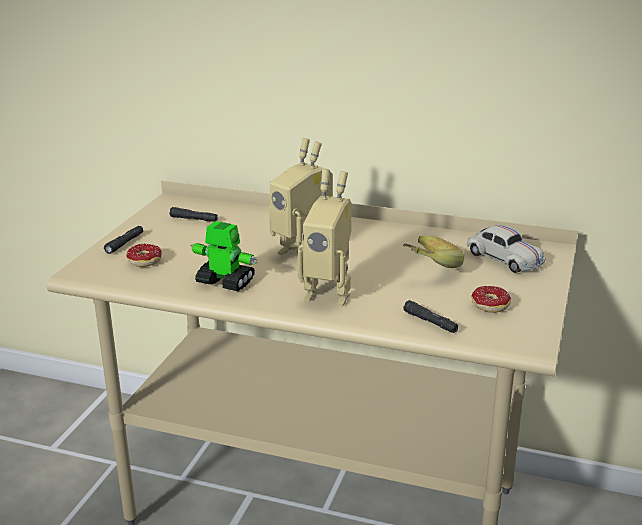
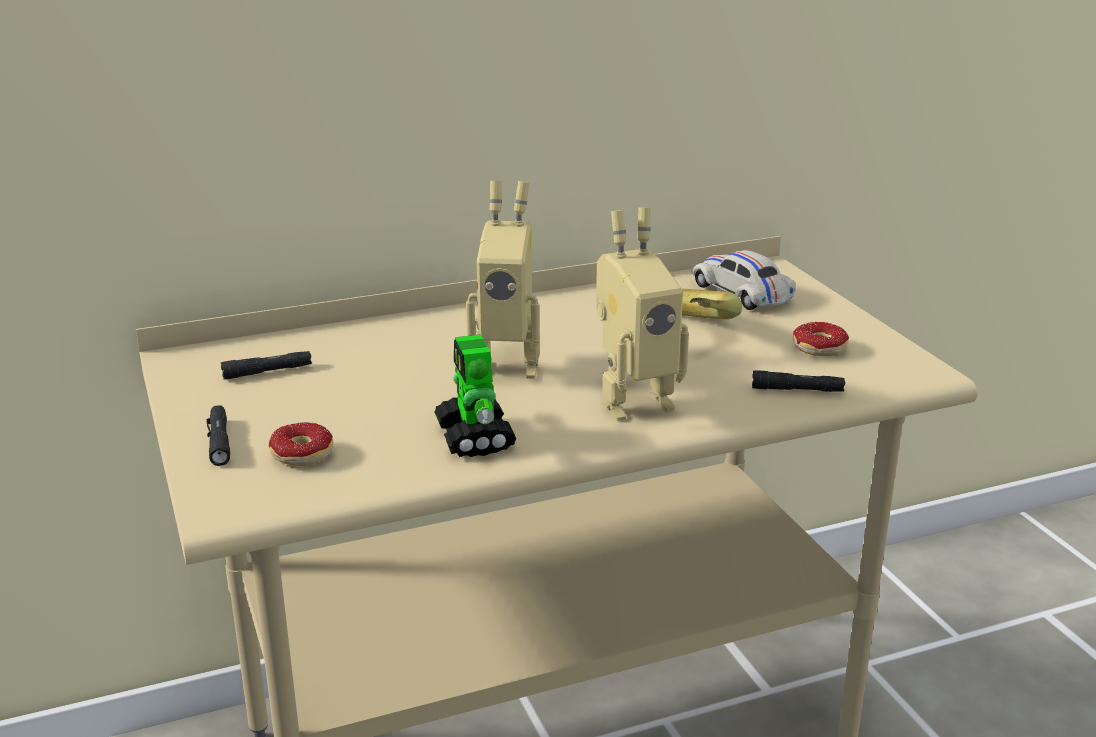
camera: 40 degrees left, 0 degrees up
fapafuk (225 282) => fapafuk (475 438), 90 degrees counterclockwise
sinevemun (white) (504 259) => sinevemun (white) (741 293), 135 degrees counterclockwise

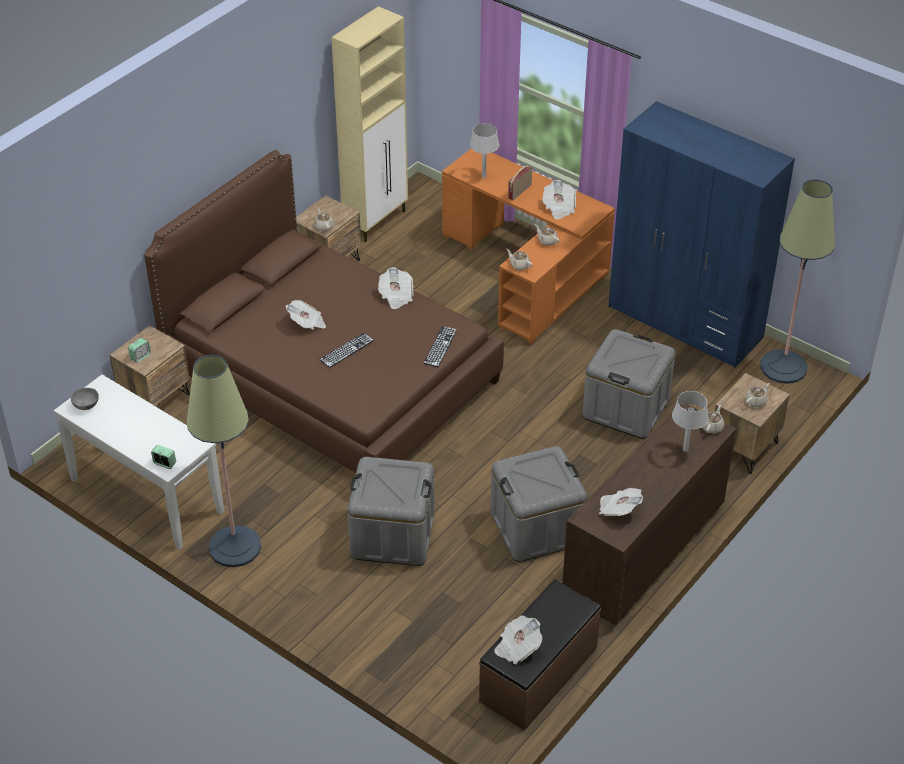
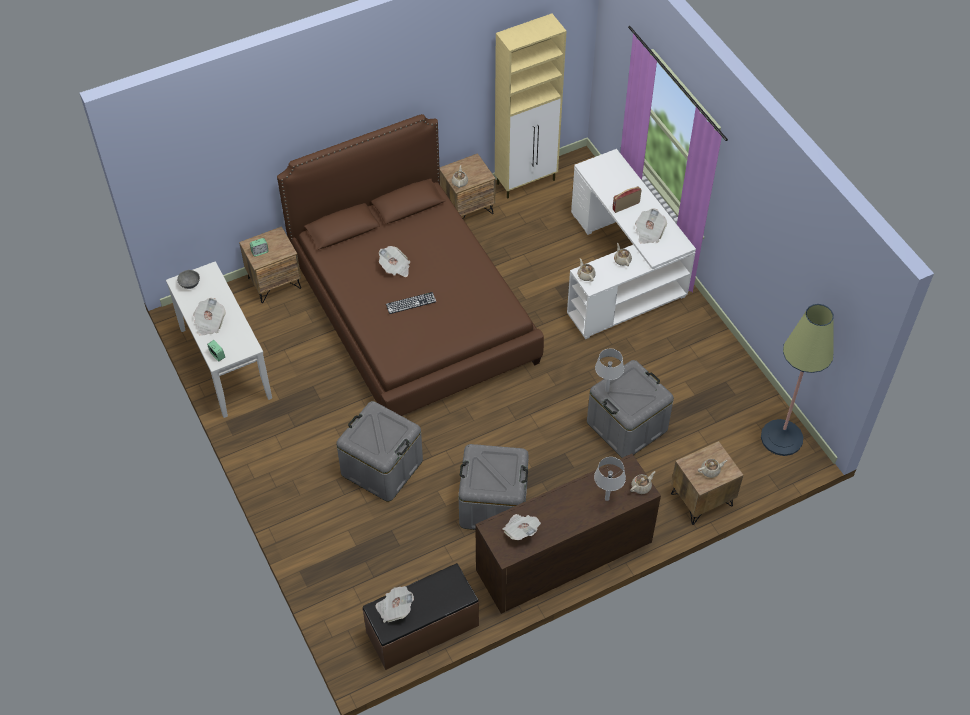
camera: 25 degrees right, 10 degrees up
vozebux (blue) (685 322) => nothing
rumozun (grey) (484 176) => rumozun (grey) (607 390), relocated
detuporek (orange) (528 271) => detuporek (white) (622 271)
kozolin (396 296) => kozolin (209 323), relocated
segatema (440 346) => nothing
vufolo (235 547) => nothing

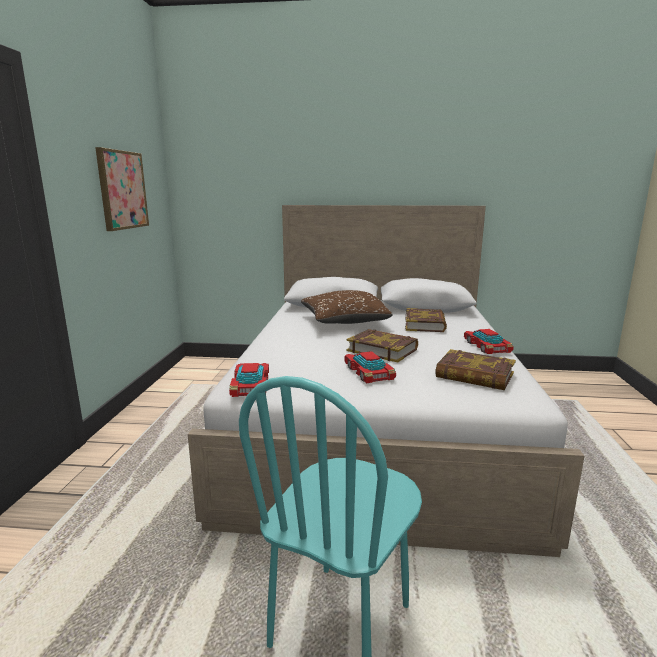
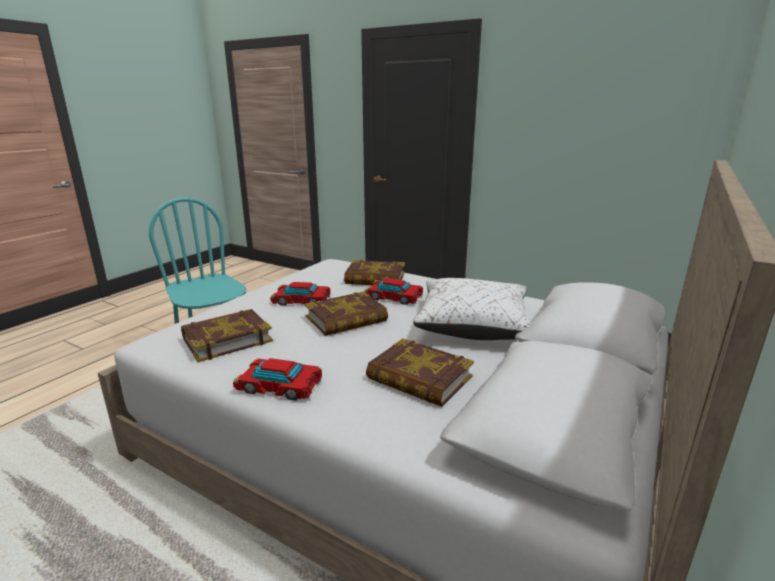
camera: 115 degrees right, 5 degrees up
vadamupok (122 190) => nothing
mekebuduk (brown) (344 322) => mekebuduk (white) (473 325)
sinevemun (251 385) => sinevemun (393 297), relocated
nothing => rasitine (375 278)

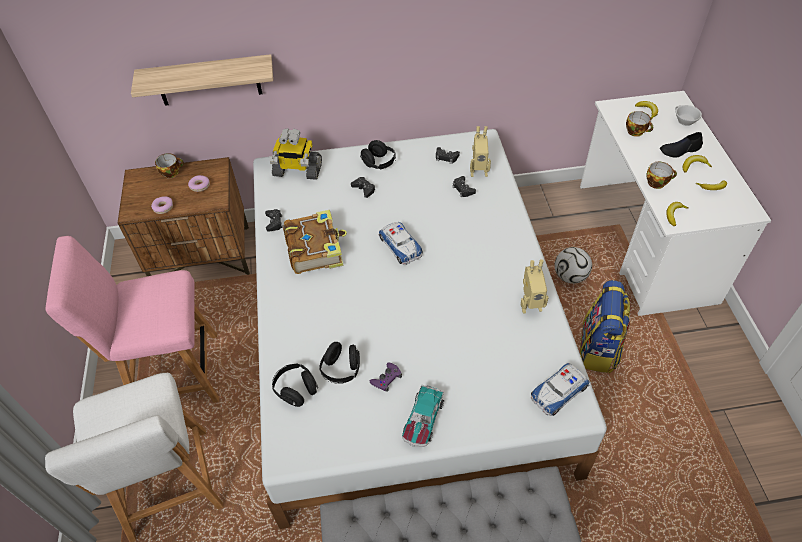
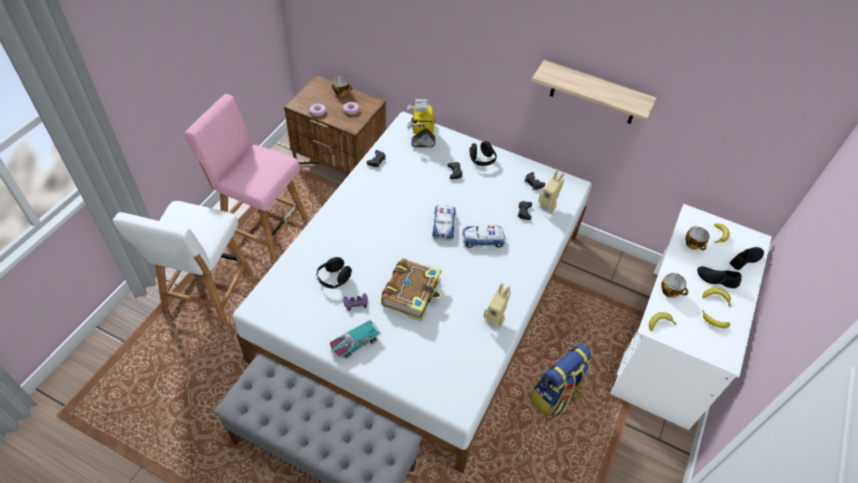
camera: 30 degrees right, 0 degrees up
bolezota (208 80) => bolezota (594 93), relocated
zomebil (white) (684 121) => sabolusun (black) (745 259)
fapafuk (297 170) => fapafuk (421 134), 45 degrees clockwise
rasitine (315 248) => rasitine (412 293), relocated
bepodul (570 276) => nothing
sinevemun (559 392) => sinevemun (483 239), relocated
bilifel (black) (296 390) => nothing

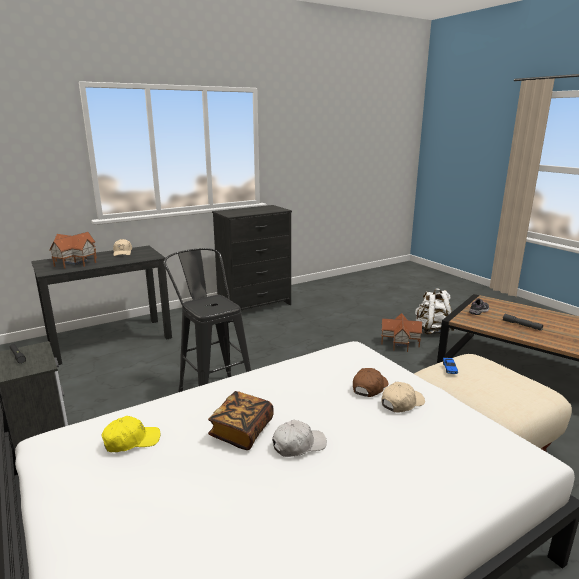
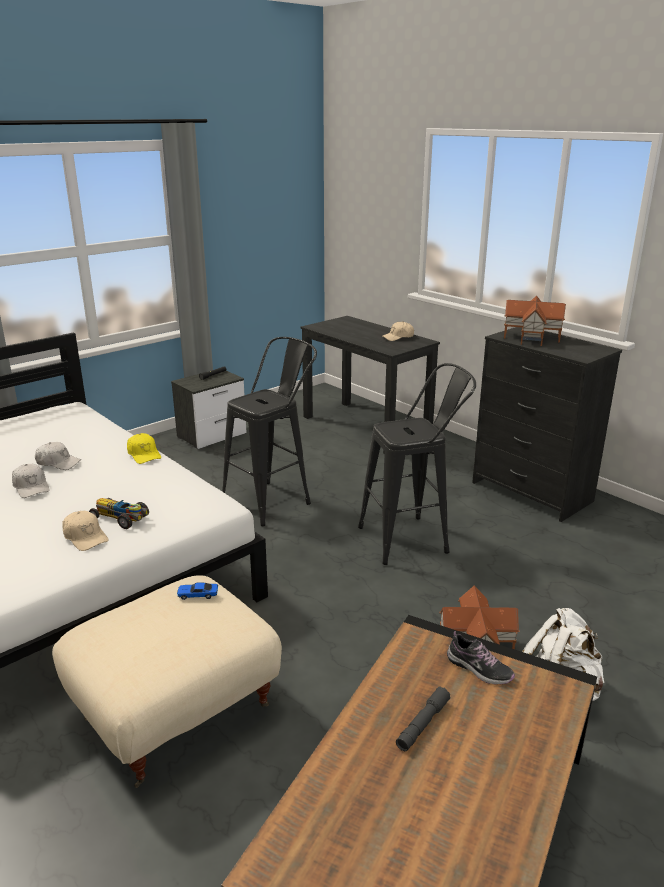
camera: 80 degrees right, 5 degrees up
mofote (76 262) => mofote (532 337), relocated
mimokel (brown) (369 387) => sinevemun (122 518)
rasitine (242 431) => mimokel (white) (58 463)
mimokel (yellow) (131 441) => mimokel (yellow) (144 454), relocated
nothing => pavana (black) (412 538)

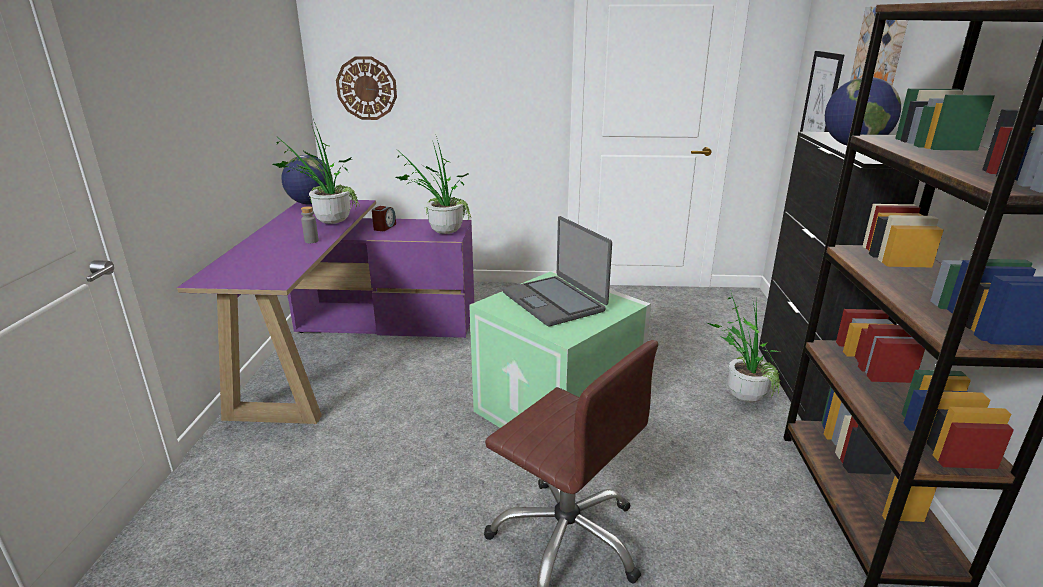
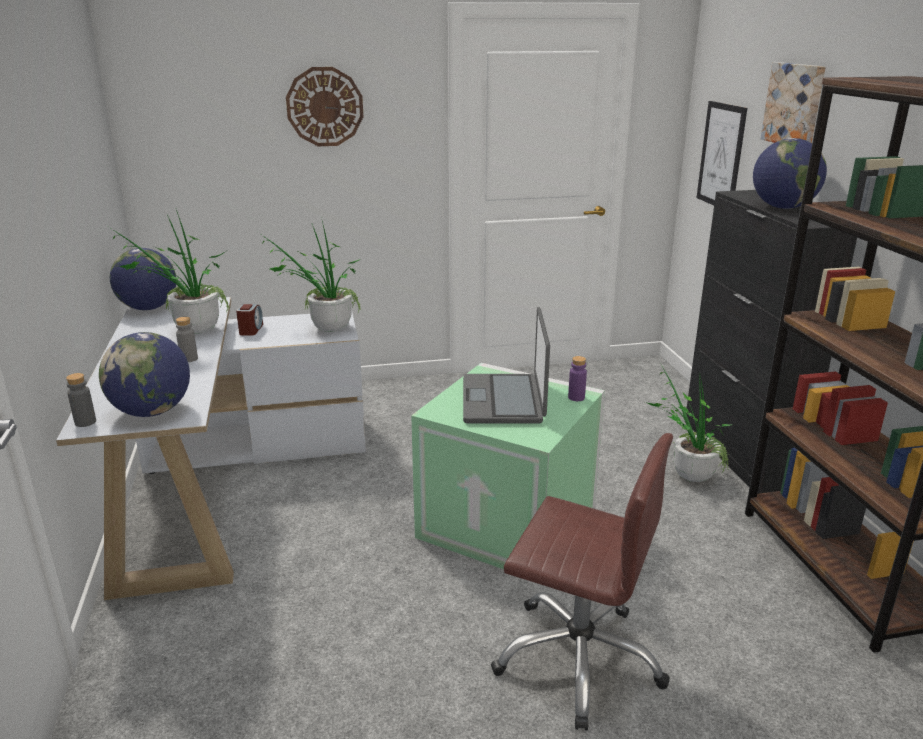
camera: 15 degrees left, 0 degrees up
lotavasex (366 88) => lotavasex (325 107), relocated
detuporek (purple) (349 346) => detuporek (white) (224 482)
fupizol (554 301) => fupizol (504 400), 45 degrees clockwise
nothing => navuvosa (152 412)
nothing => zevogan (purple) (576 397)
nothing => zevogan (grey) (85 422)

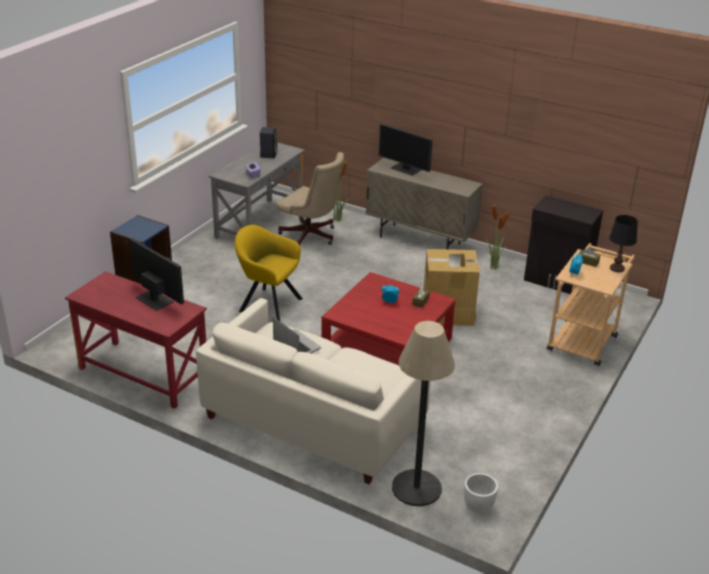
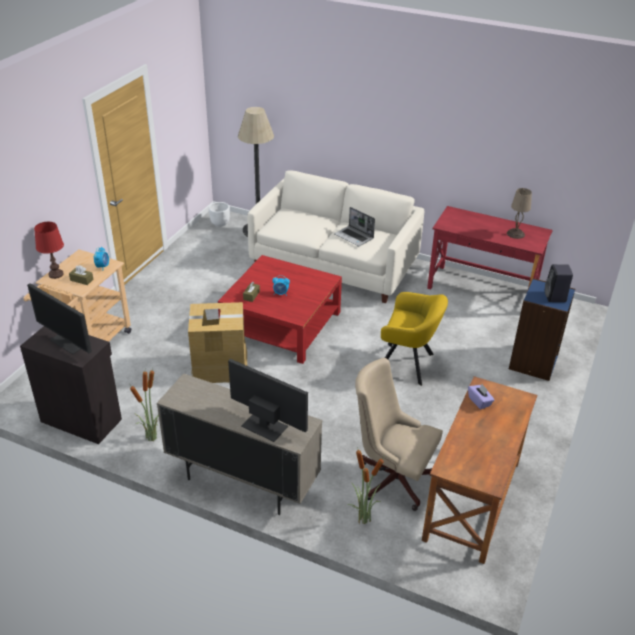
camera: 175 degrees right, 5 degrees up
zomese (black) (268 154) => zomese (black) (555 297), relocated
detuporek (grey) (259 223) => detuporek (brown) (472 500)
rumozun (black) (617 268) => rumozun (red) (56 274)
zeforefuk (154 299) => zeforefuk (70 342), relocated
nothing => rumozun (beige) (515 233)

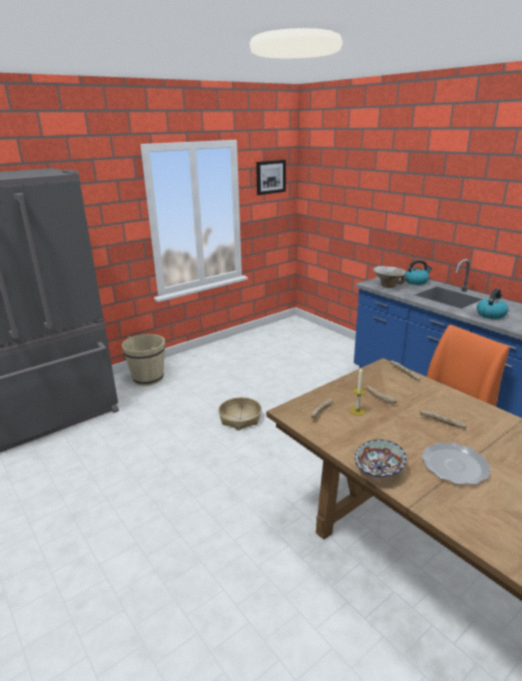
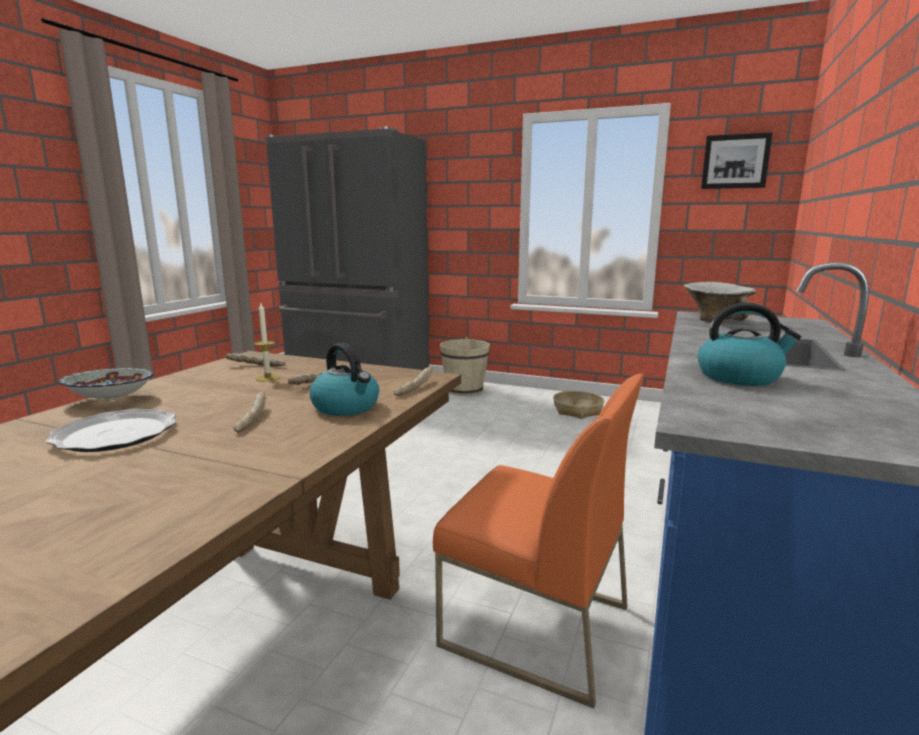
camera: 60 degrees right, 10 degrees down
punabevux (416 282) => punabevux (346 407), relocated
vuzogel (240 418) => vuzogel (577 411), relocated

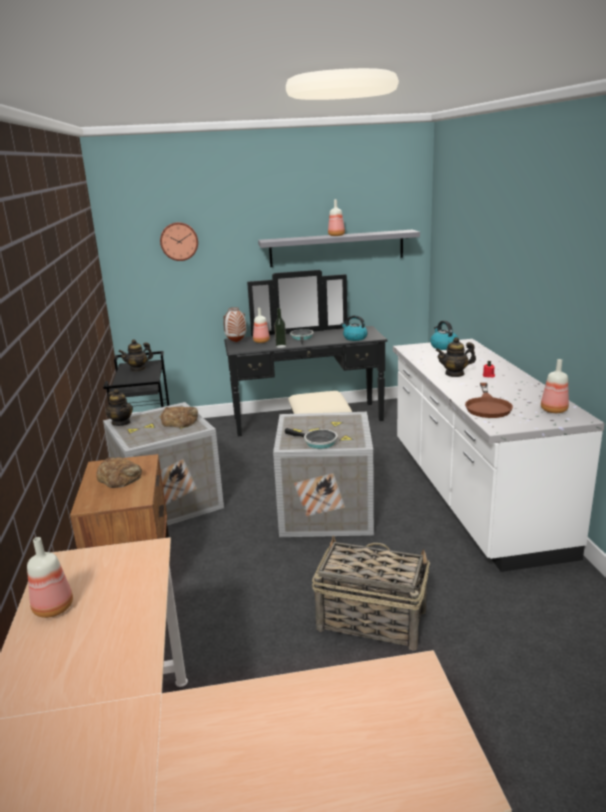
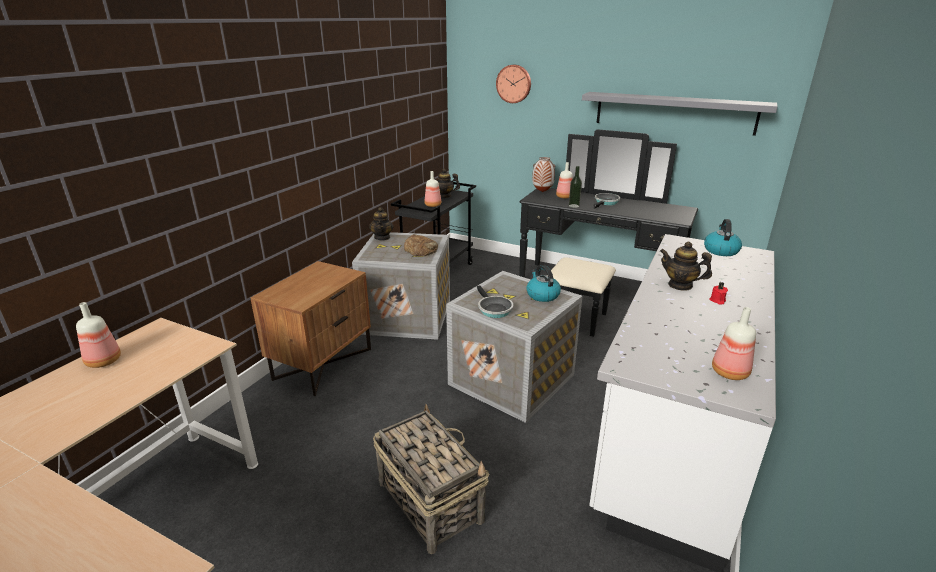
camera: 35 degrees right, 5 degrees up
zevogan (337 235) => zevogan (433 205), relocated
punabevux (354 338) => punabevux (542 295), relocated
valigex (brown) (487 406) => nothing
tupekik (120 477) => nothing

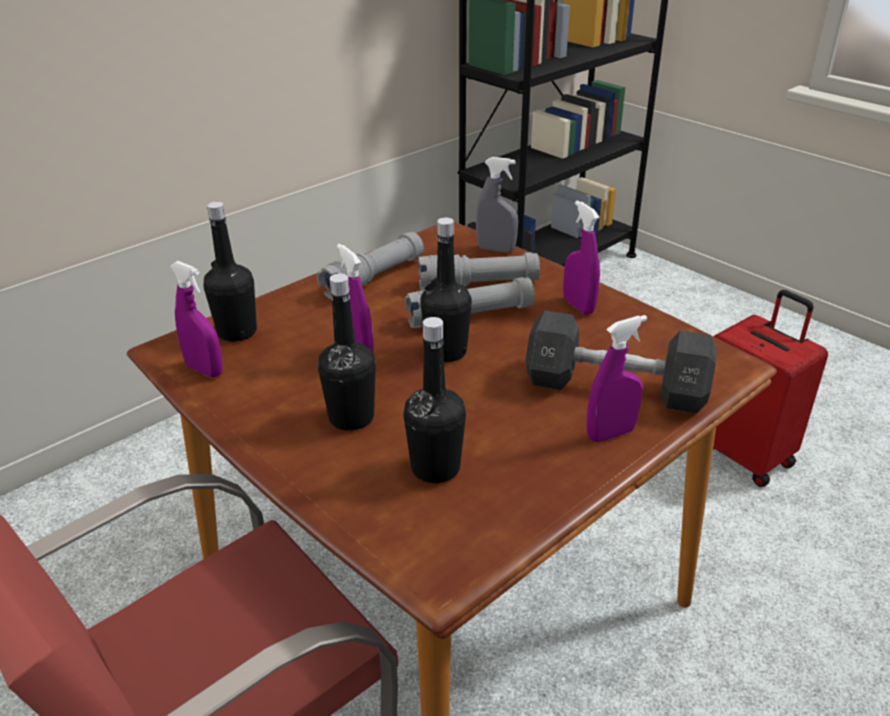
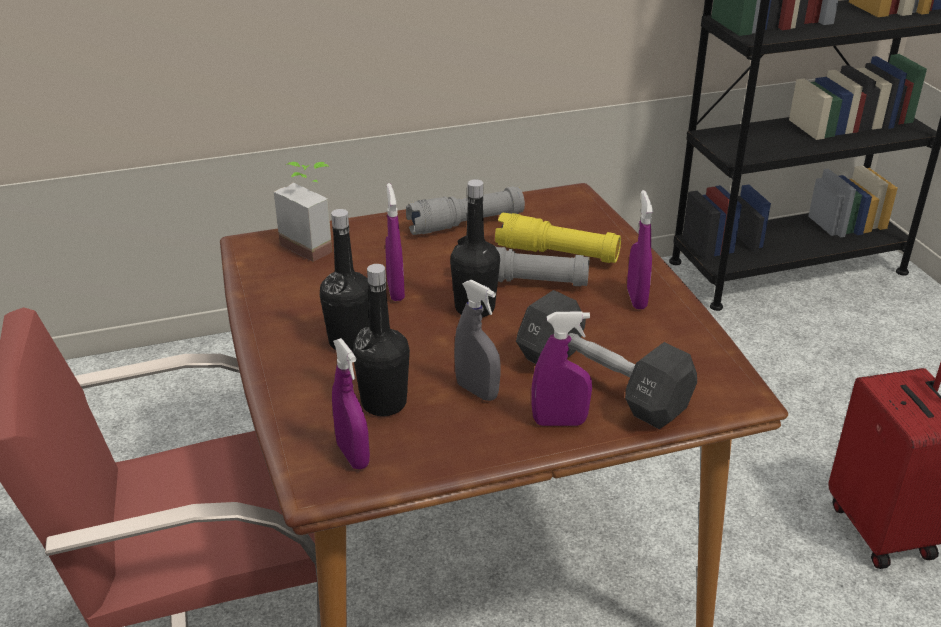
camera: 25 degrees right, 0 degrees up
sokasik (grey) (496 249) => sokasik (grey) (477 391), relocated
zevogan (black) (237 332) => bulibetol (314 244)
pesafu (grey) (478 284) => pesafu (yellow) (557 253)
sokasik (purple) (204 370) => sokasik (purple) (353 455), relocated

